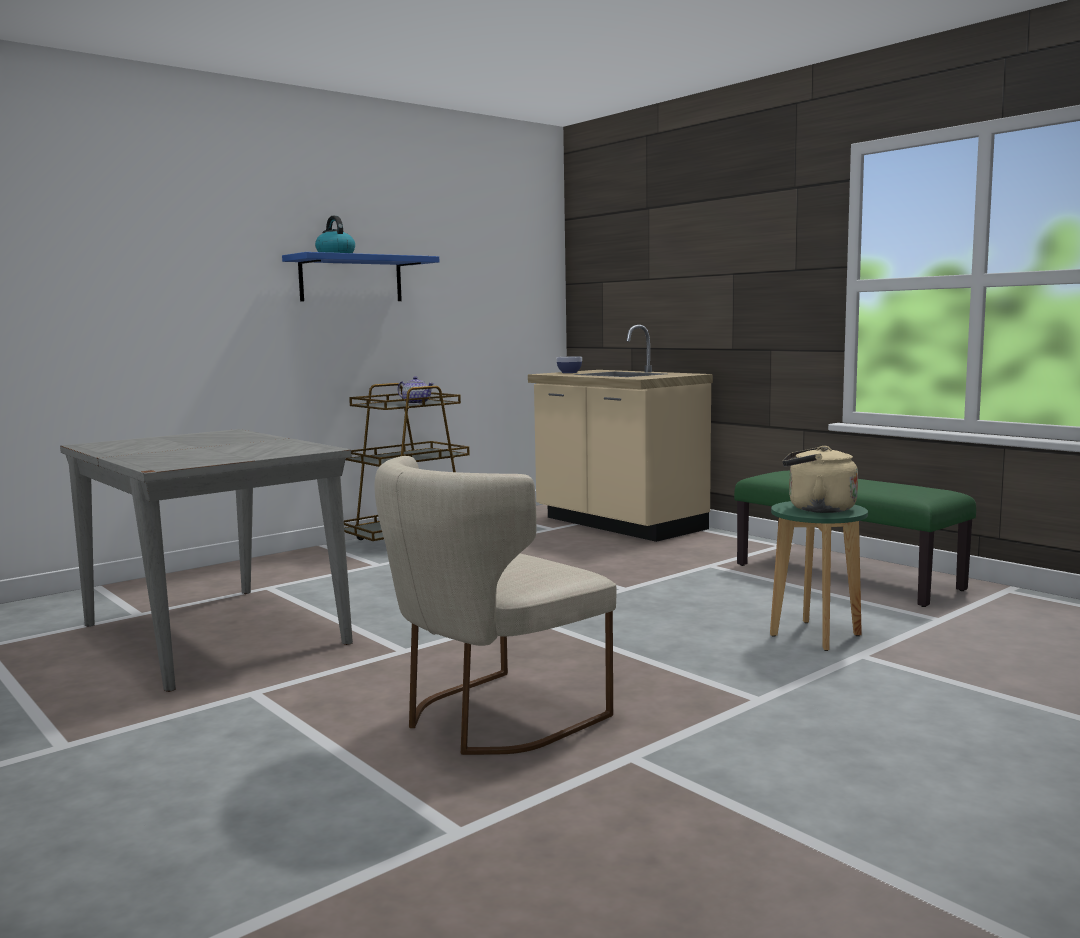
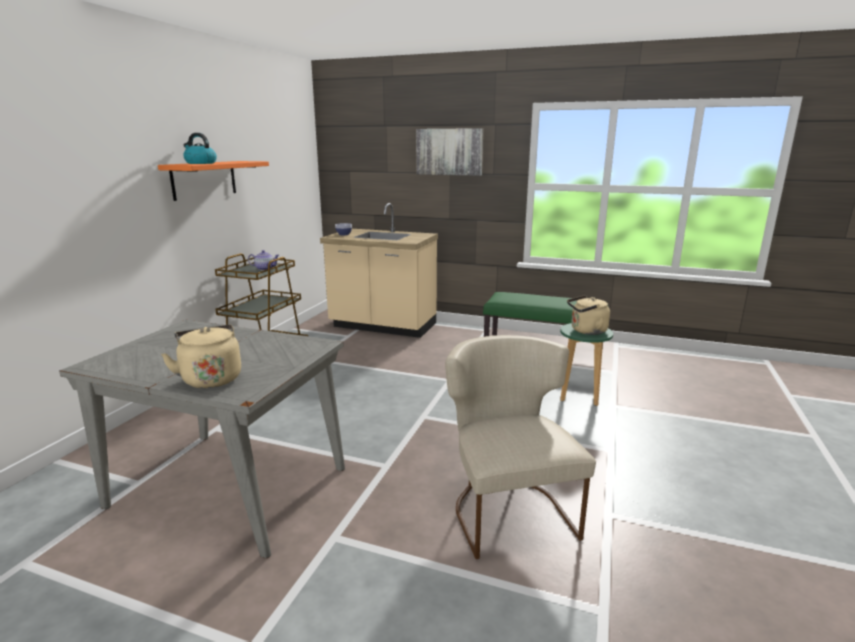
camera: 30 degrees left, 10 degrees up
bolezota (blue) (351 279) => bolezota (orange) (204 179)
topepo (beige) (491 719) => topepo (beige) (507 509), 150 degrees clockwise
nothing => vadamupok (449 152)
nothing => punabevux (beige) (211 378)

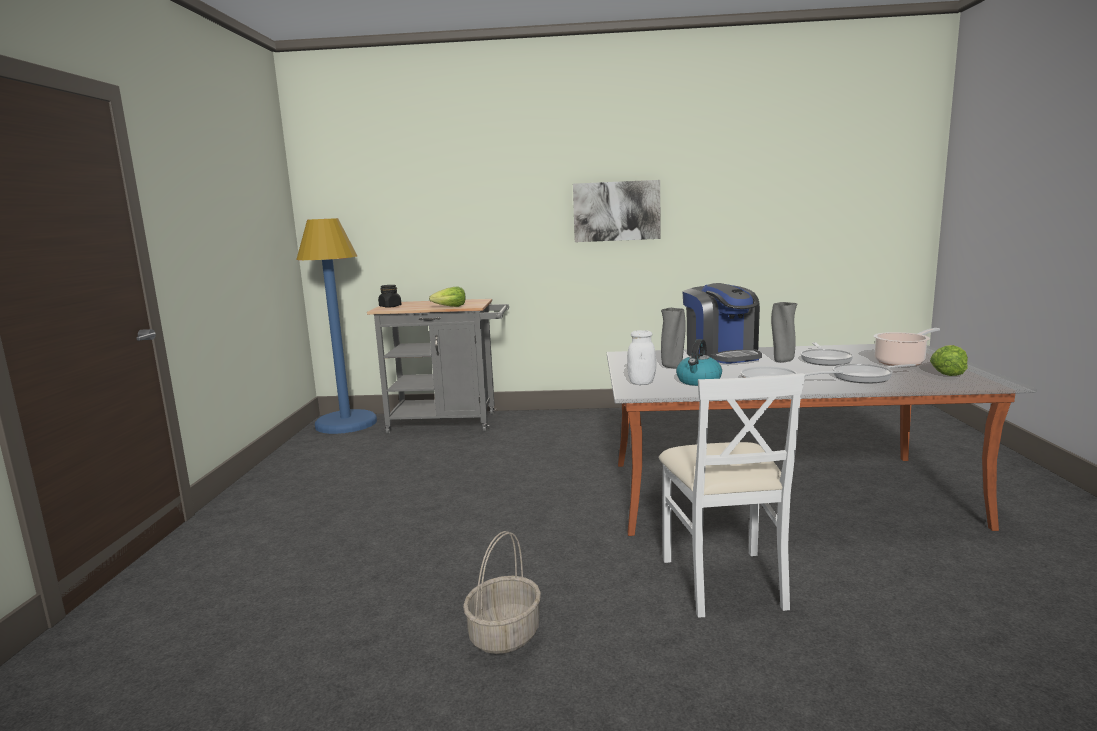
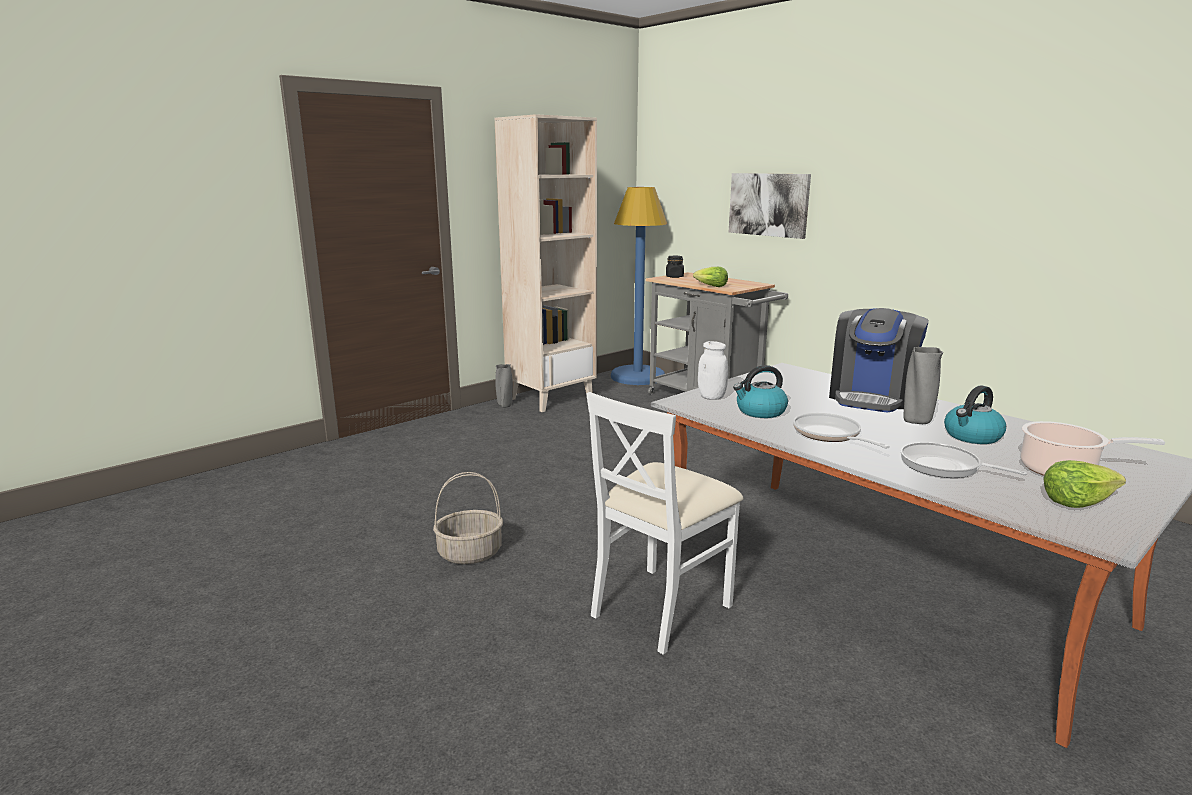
camera: 45 degrees right, 5 degrees up
vadamupok (616 211) => vadamupok (769 204), relocated
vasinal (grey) (672 367) => vasinal (grey) (505 405), relocated
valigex (825 359) => punabevux (972 436)
nothing => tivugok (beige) (551 398)

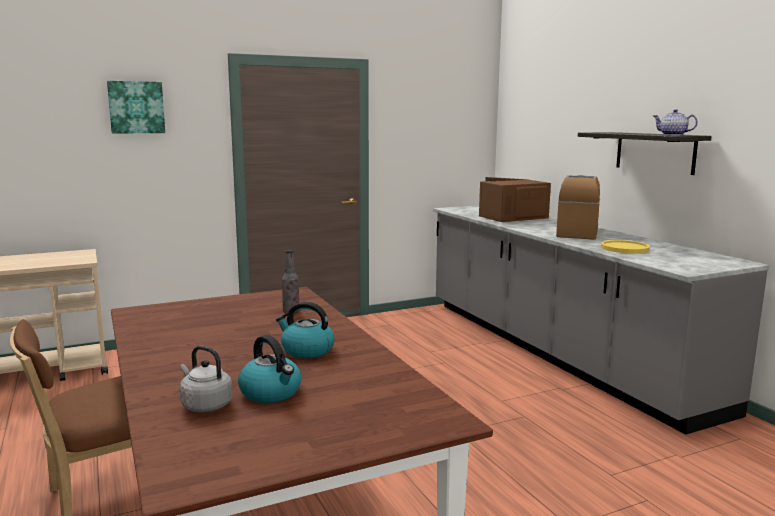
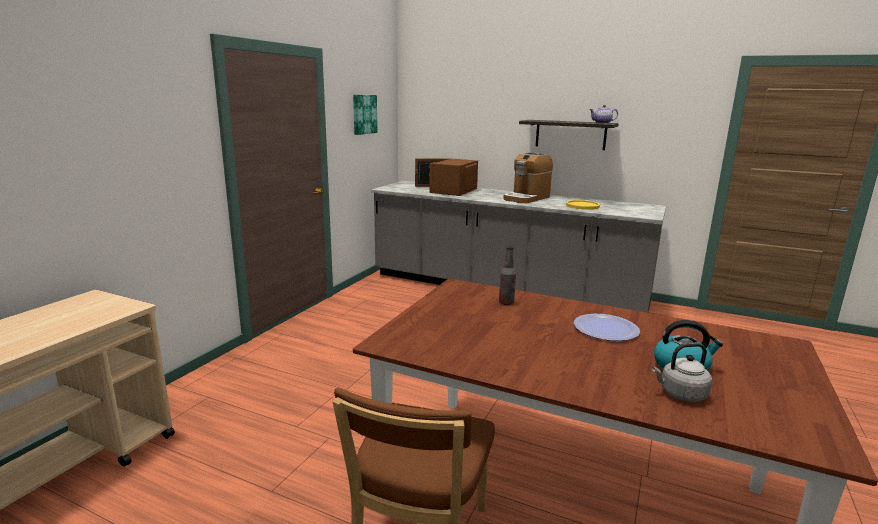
camera: 40 degrees left, 5 degrees up
vadamupok (136 107) => vadamupok (364 114), relocated
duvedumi (577 233) => duvedumi (526 198), 120 degrees counterclockwise
punabevux (306 350) => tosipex (606 329)

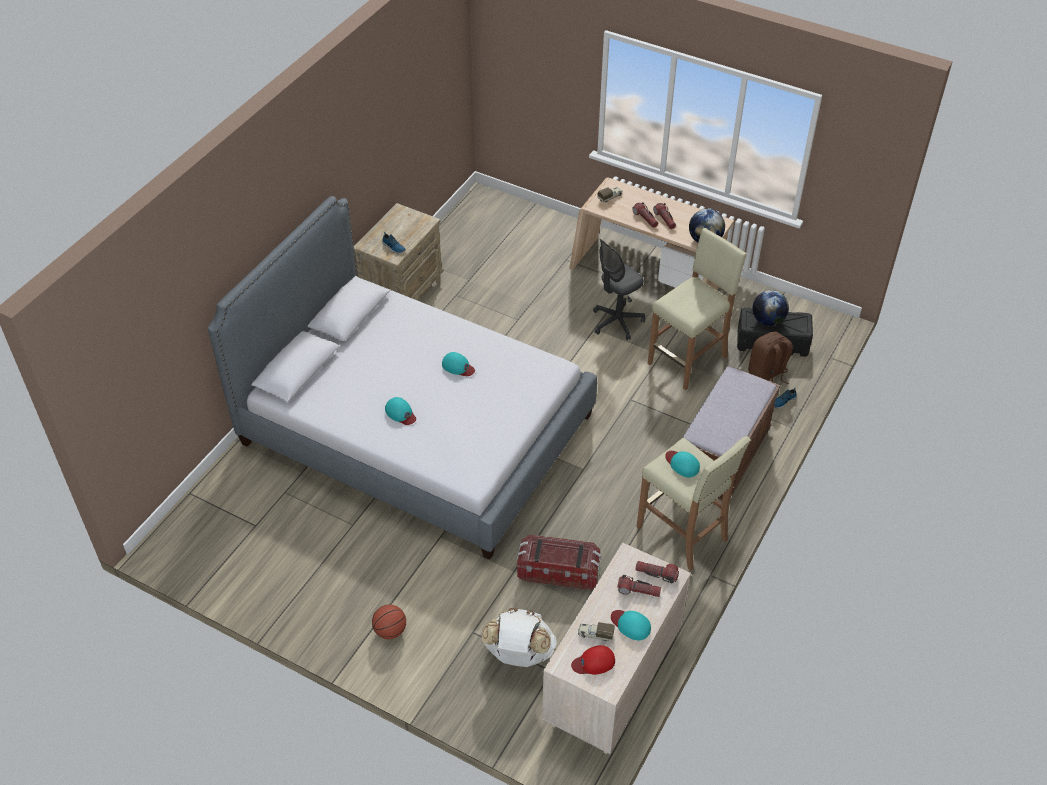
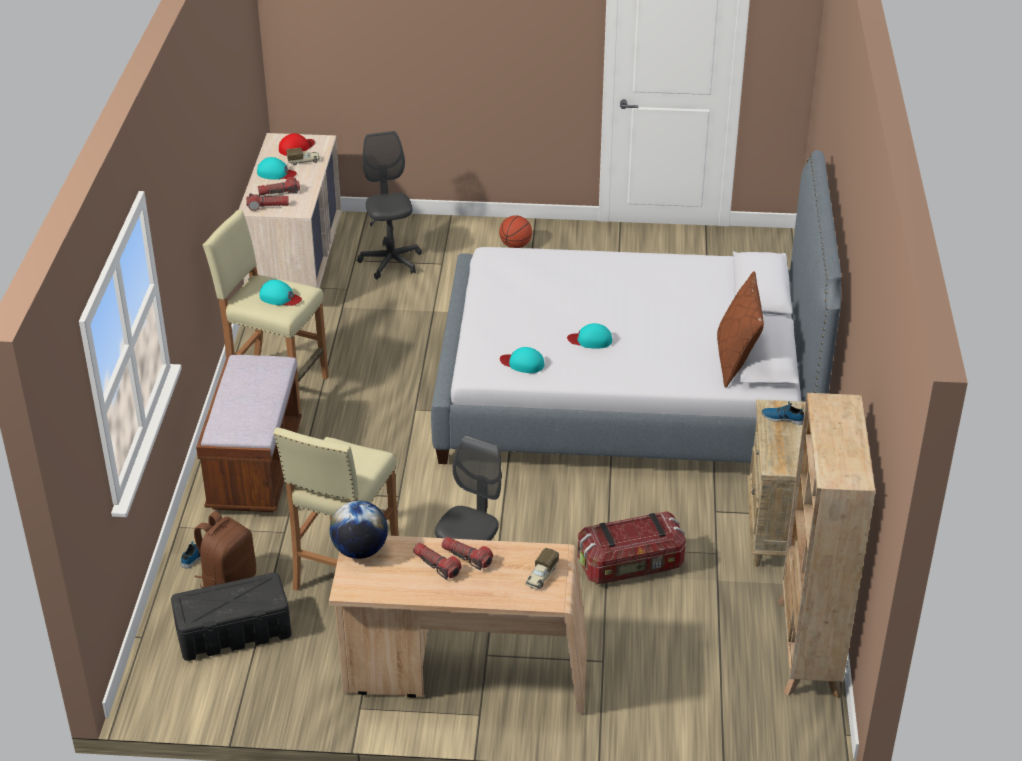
camera: 155 degrees right, 10 degrees down
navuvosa (768 320) => nothing
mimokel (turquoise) (400 413) => mimokel (turquoise) (522 363), relocated
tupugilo (558 571) => tupugilo (631 566), relocated
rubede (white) (518 654) => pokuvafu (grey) (391 262)
nothing => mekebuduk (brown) (736 360)
nothing => tivugok (beige) (808 648)

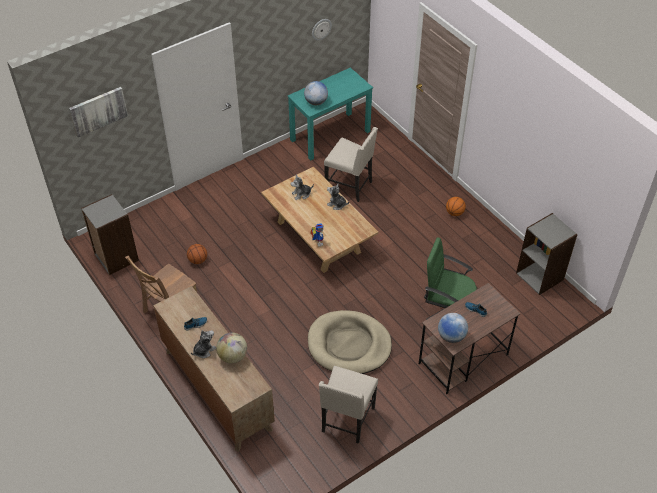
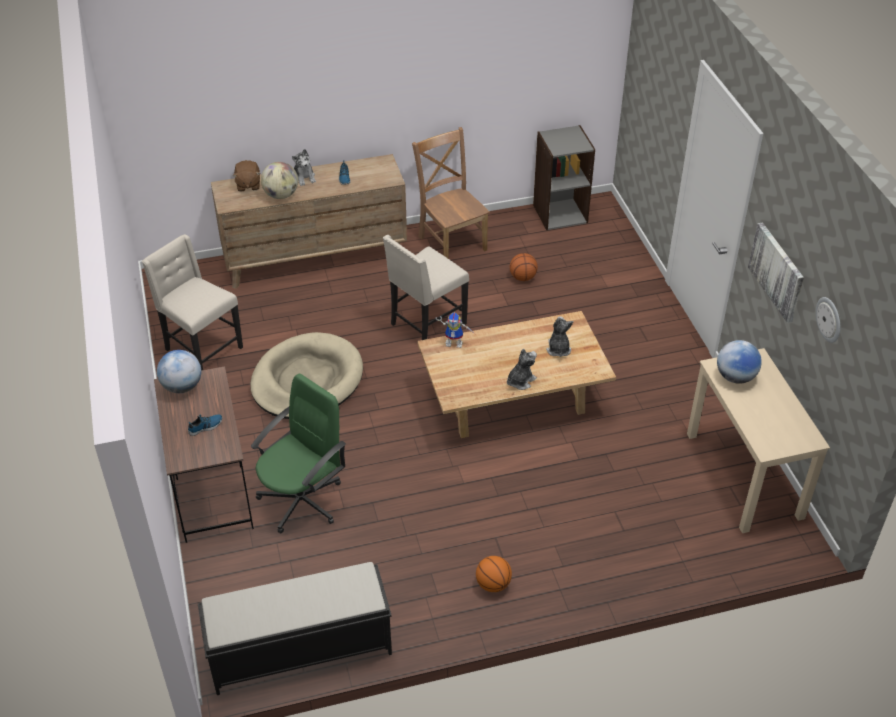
camera: 110 degrees right, 5 degrees down
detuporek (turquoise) (330 135) => detuporek (beige) (744 475)
vadamupok (98 111) => vadamupok (777 271), relocated
topepo (beige) (350 186) => topepo (beige) (426 324), relocated
tivugok (grey) (540 276) => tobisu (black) (298 650)
nothing => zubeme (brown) (248 185)

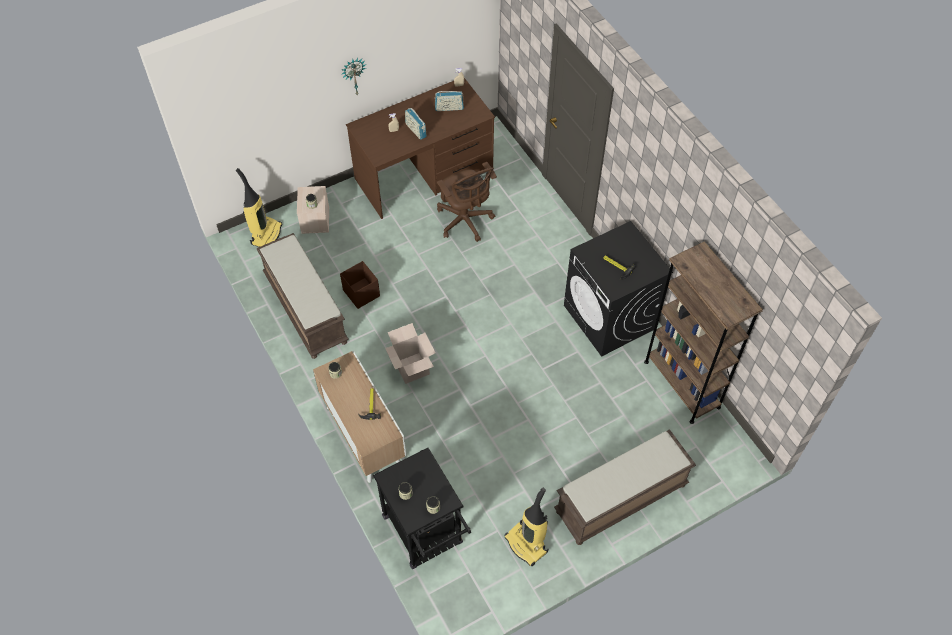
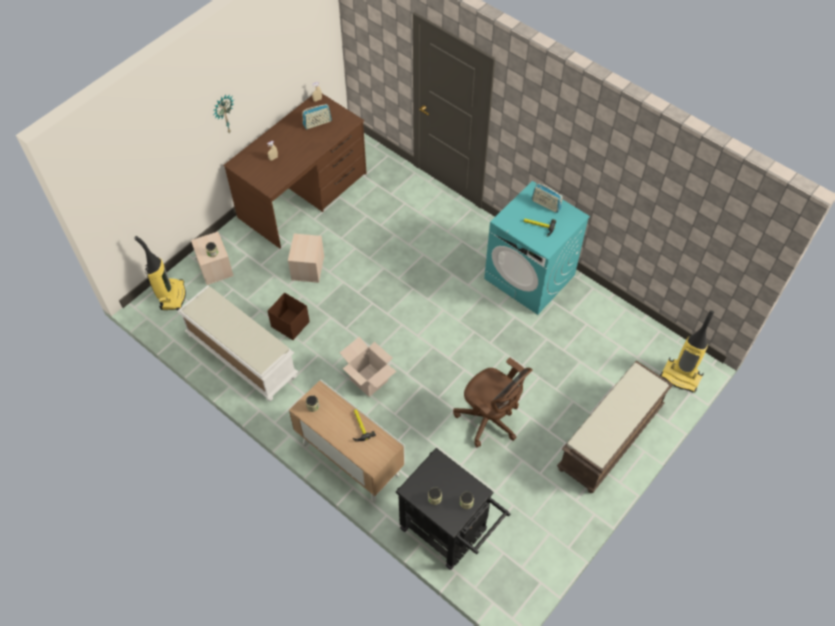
camera: 20 degrees left, 0 degrees up
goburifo (415 130) => goburifo (546 204), relocated
pokuvafu (brown) (465 221) => pokuvafu (brown) (489 420), relocated
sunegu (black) (610 317) => sunegu (turquoise) (530 277)
tobisu (brown) (304 308) => tobisu (white) (240 355)
tivugok (brown) (682 384) => nothing
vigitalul (527 544) => vigitalul (681 376), relocated
nothing => tupugilo (beige) (308 268)

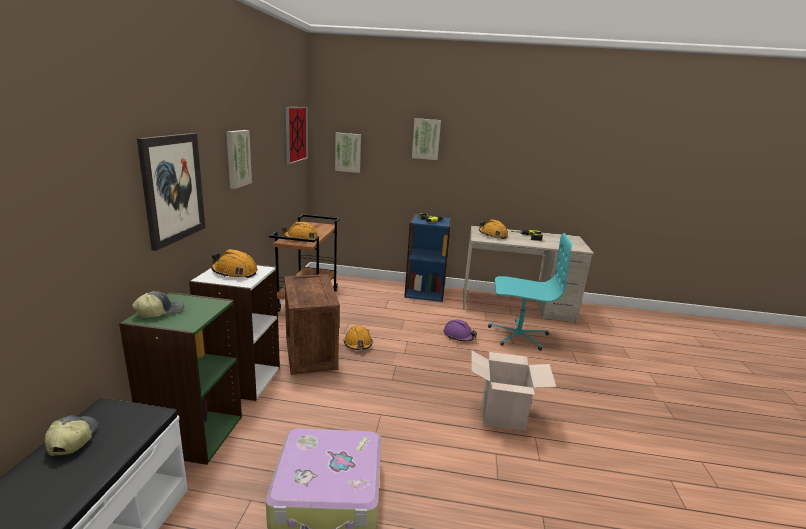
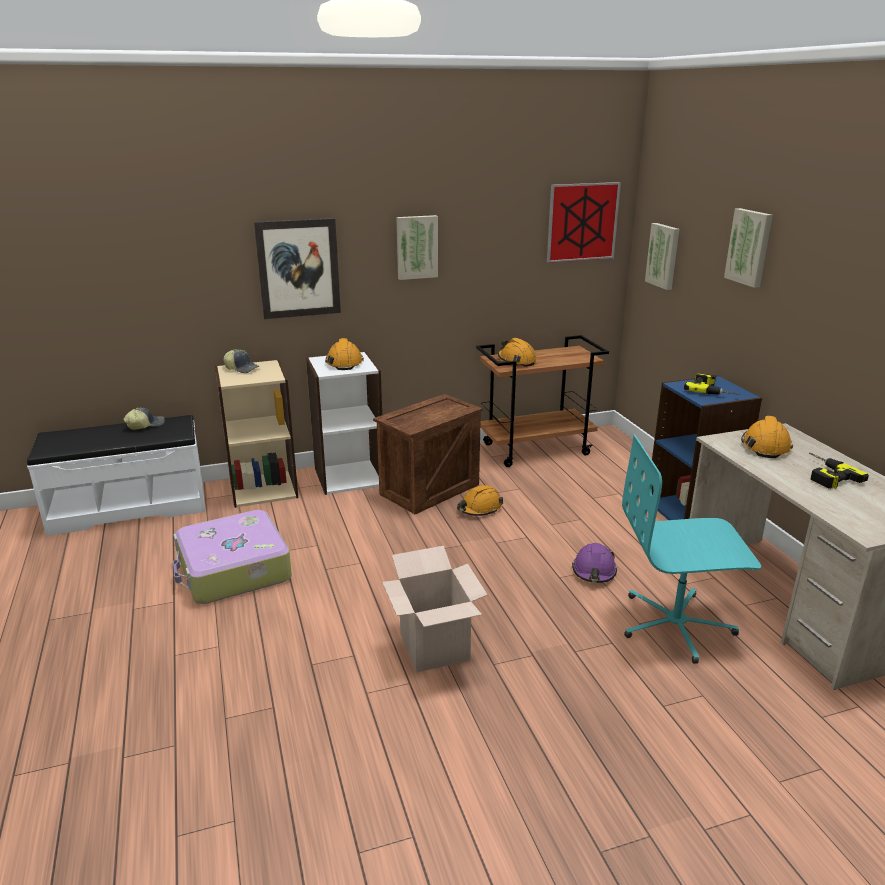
camera: 65 degrees right, 5 degrees up
pokuvafu (turquoise) (518 335) => pokuvafu (turquoise) (676 625), 105 degrees clockwise
tivugok (green) (193 434) => tivugok (beige) (263 488)

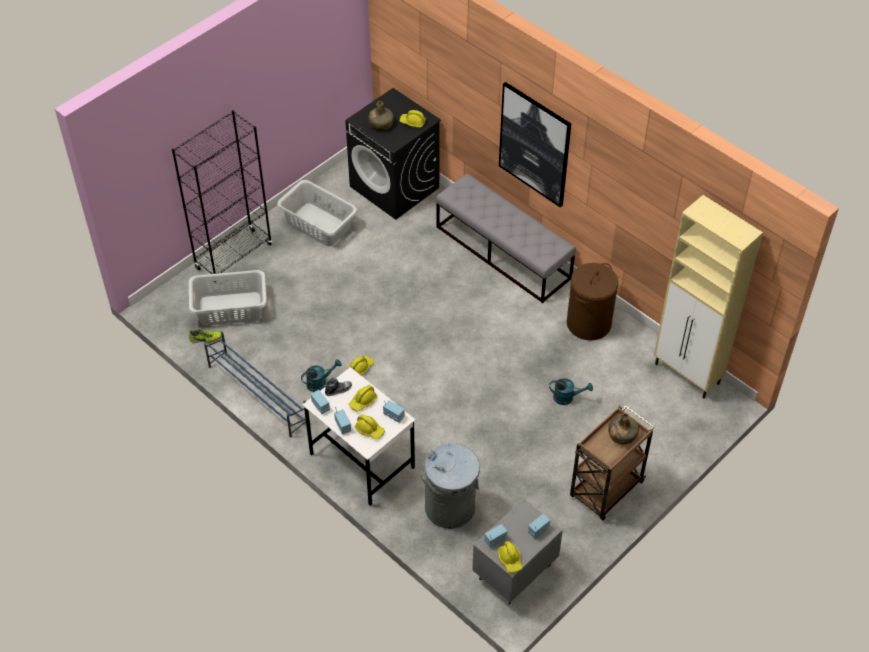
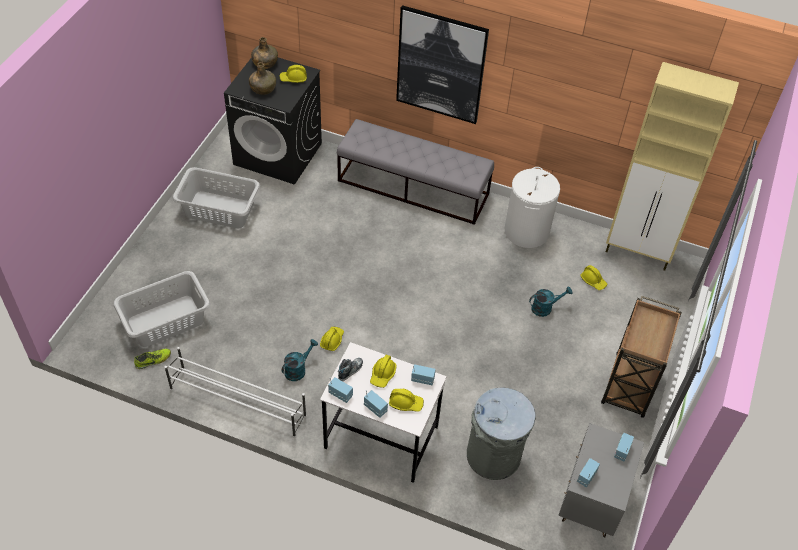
camera: 25 degrees left, 0 degrees up
tivugok (black) (234 256) => nothing
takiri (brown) (588 323) => takiri (white) (526 231)
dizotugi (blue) (257 394) => dizotugi (white) (237 402)
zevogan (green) (622 435) => zevogan (green) (265 63), relocated
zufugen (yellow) (510 559) => zufugen (yellow) (593 281), relocated

